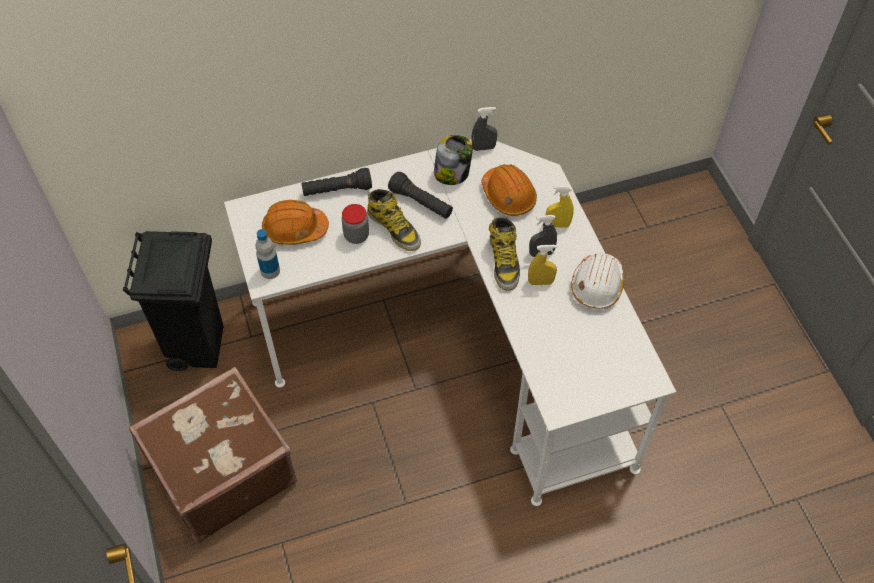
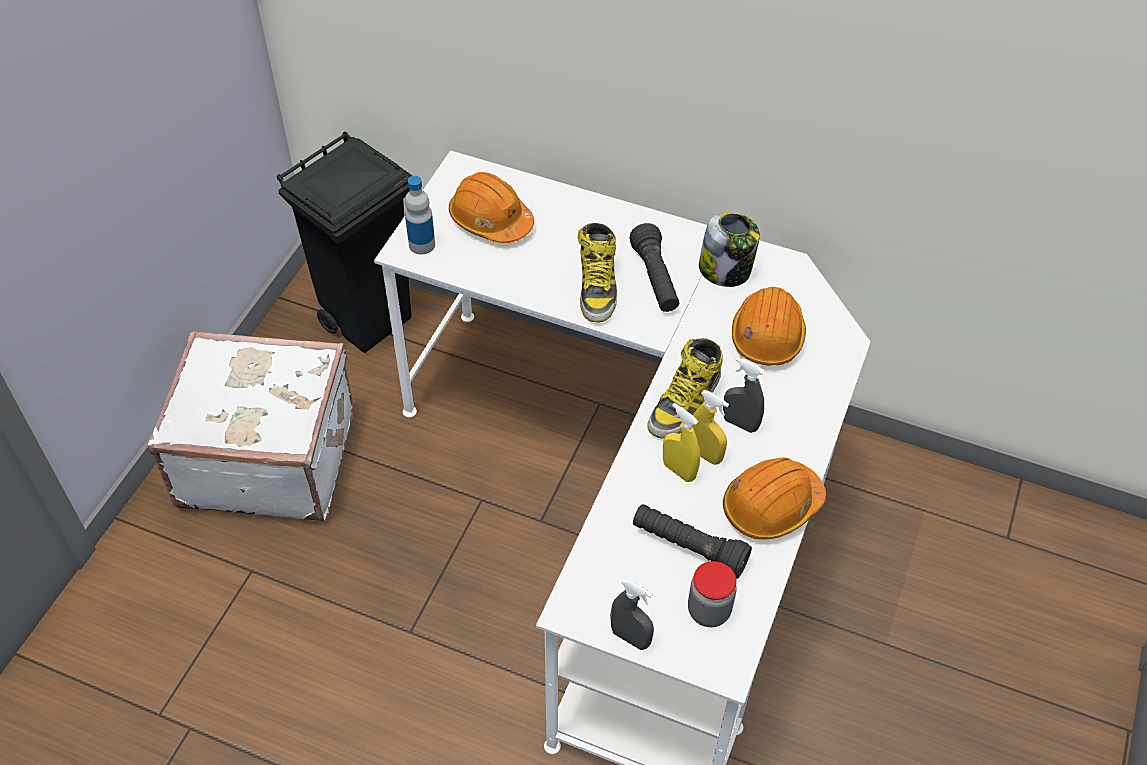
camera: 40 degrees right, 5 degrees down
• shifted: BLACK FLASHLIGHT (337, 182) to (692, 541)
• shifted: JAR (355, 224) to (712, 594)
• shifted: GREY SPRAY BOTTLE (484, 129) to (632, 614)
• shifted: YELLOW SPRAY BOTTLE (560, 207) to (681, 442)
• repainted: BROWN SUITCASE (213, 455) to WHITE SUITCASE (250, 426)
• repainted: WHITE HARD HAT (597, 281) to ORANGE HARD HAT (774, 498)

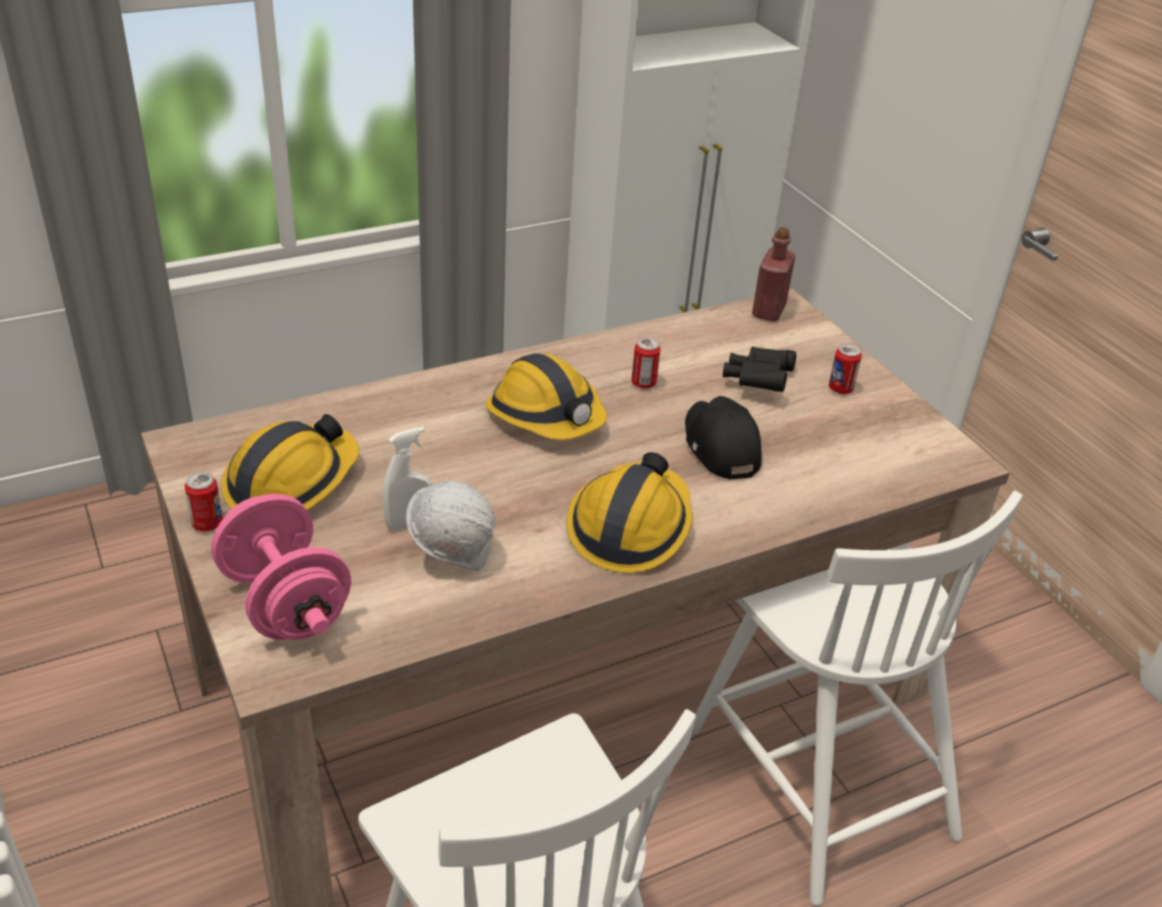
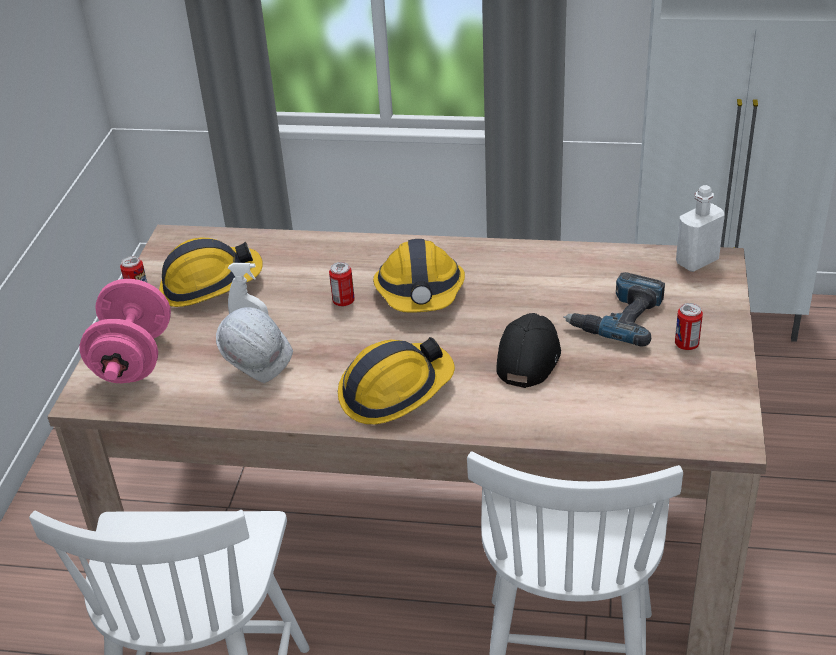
camera: 40 degrees right, 0 degrees up
• shifted: CAN (646, 362) to (342, 284)
• swapped: BLACK BINOCULARS (759, 369) to POWER DRILL (614, 309)
• repainted: RED BOTTLE (774, 274) to WHITE BOTTLE (700, 228)

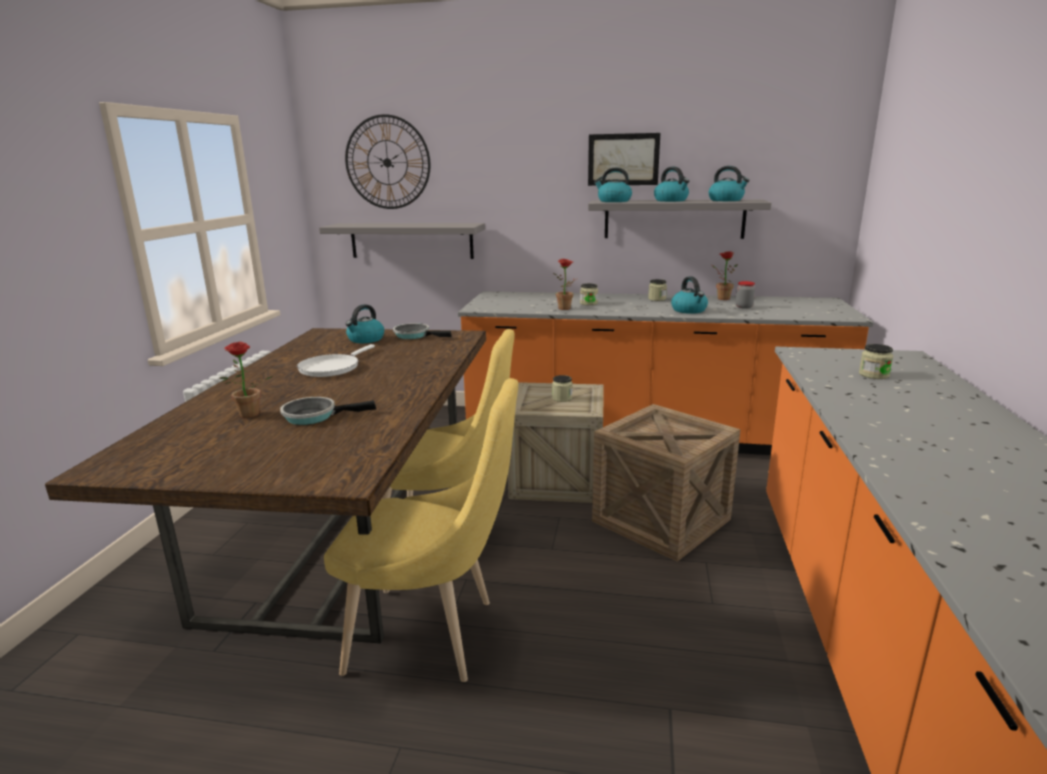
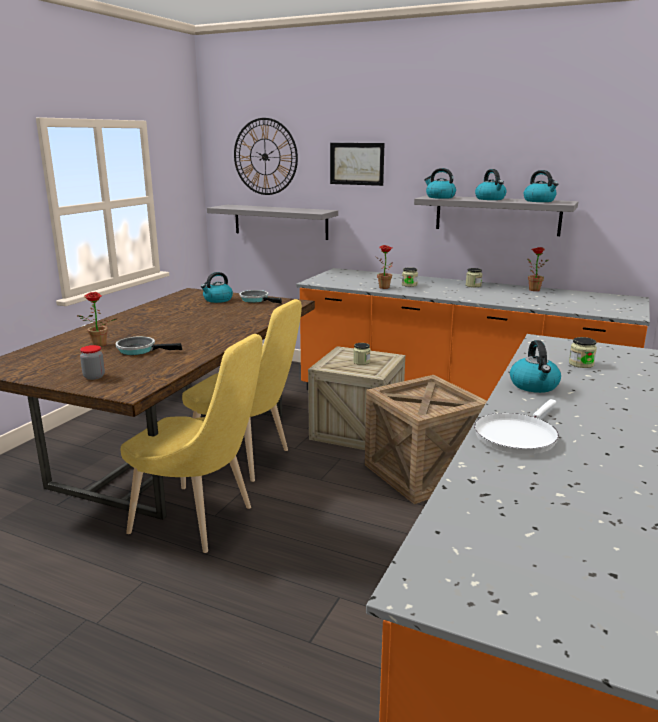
camera: 15 degrees right, 0 degrees up
• shifted: WHITE FRYING PAN (336, 360) to (516, 426)
• shifted: PICTURE (624, 159) to (357, 164)
• shifted: KETTLE (689, 295) to (535, 366)
• shifted: JAR (745, 295) to (92, 362)

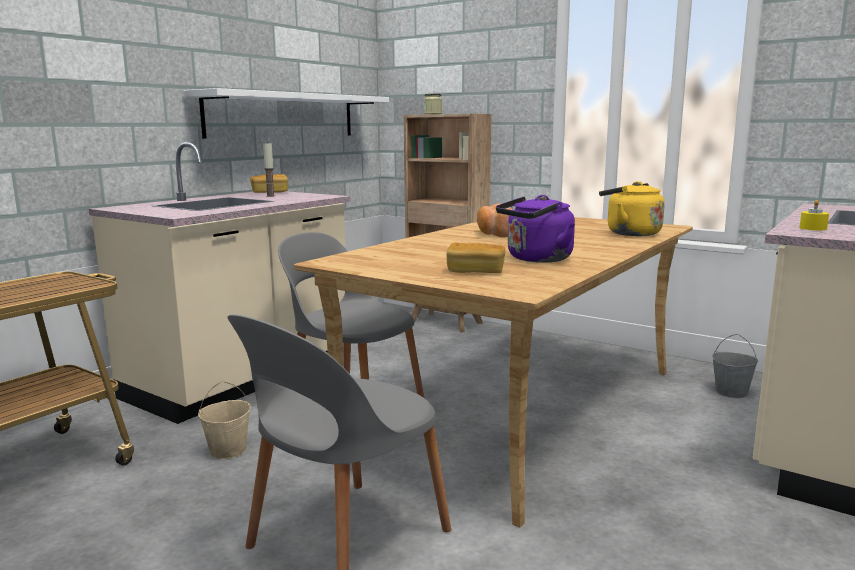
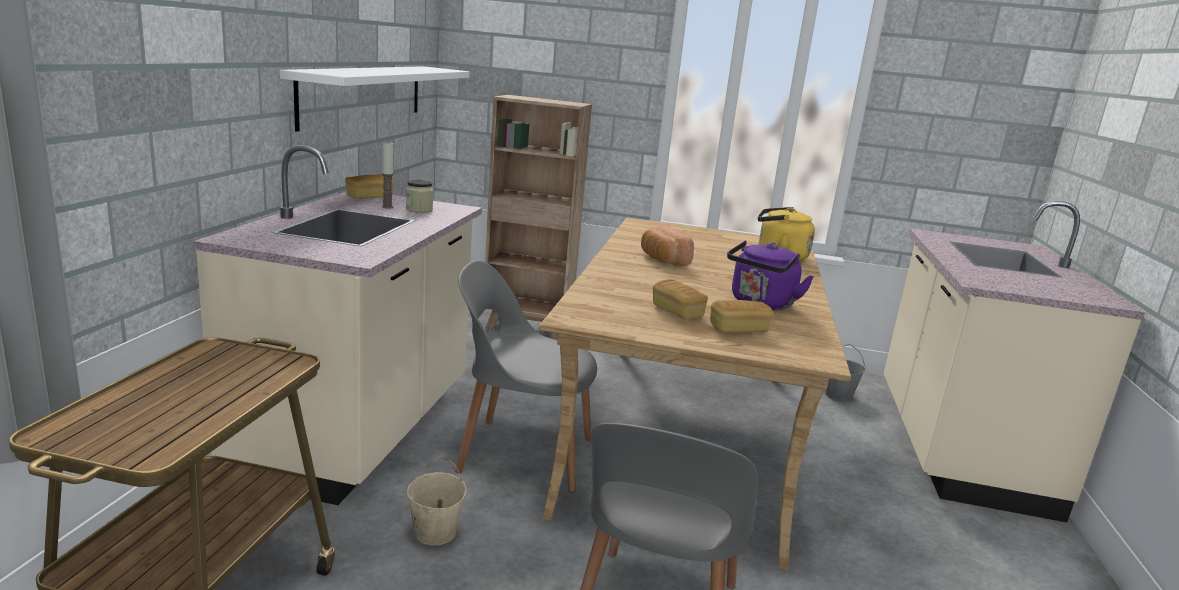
camera: 25 degrees left, 5 degrees up
• gone: YELLOW CANDLE (814, 215)
• new: BREAD (680, 299)
• shifted: JAR (433, 104) to (419, 196)

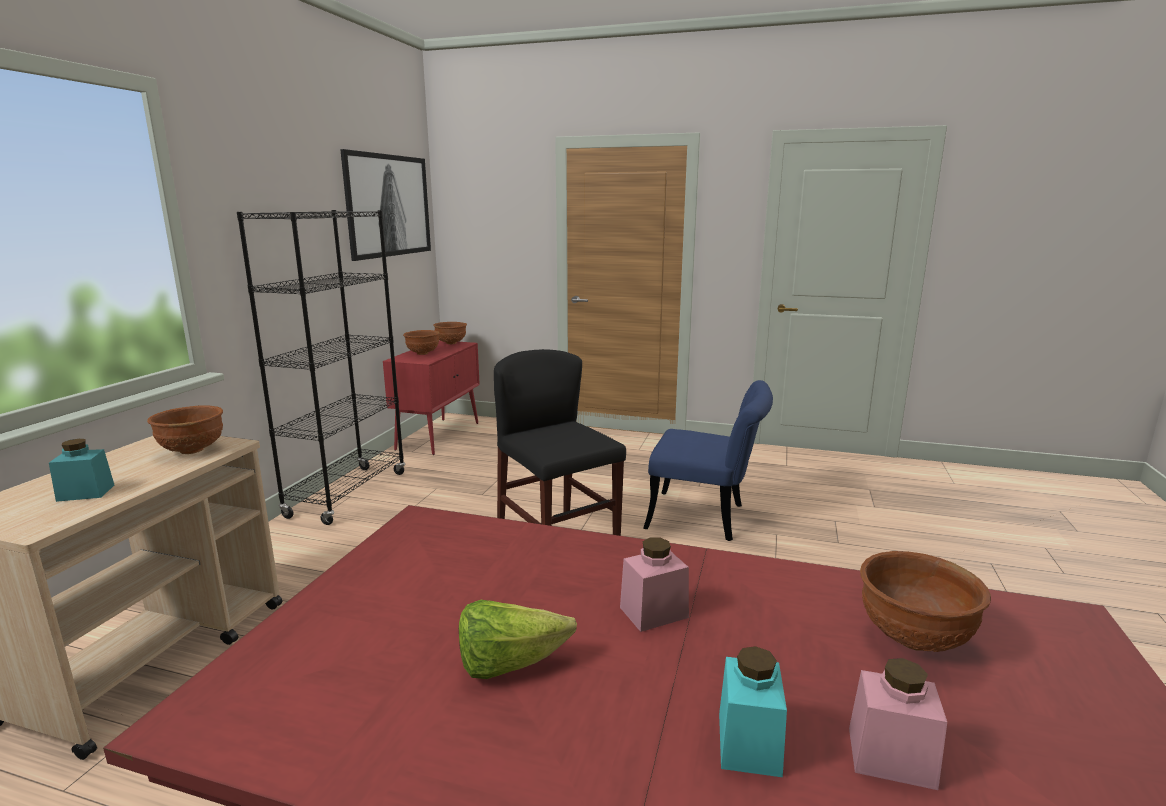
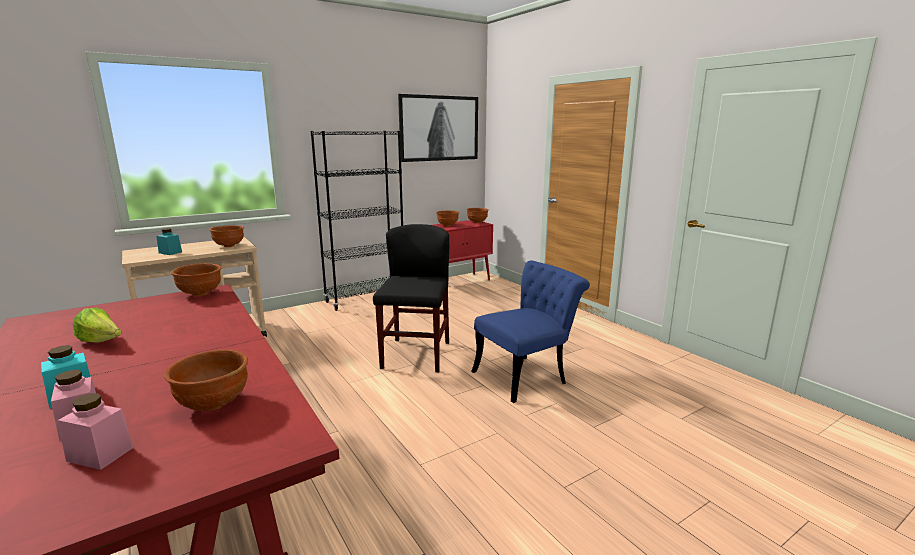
camera: 40 degrees right, 0 degrees up
• new: BROWN BOWL (196, 279)
• shifted: PINK JAR (654, 584) to (96, 431)
• rotated: BLUE CHAIR (708, 460) = (530, 332) 90 degrees counterclockwise

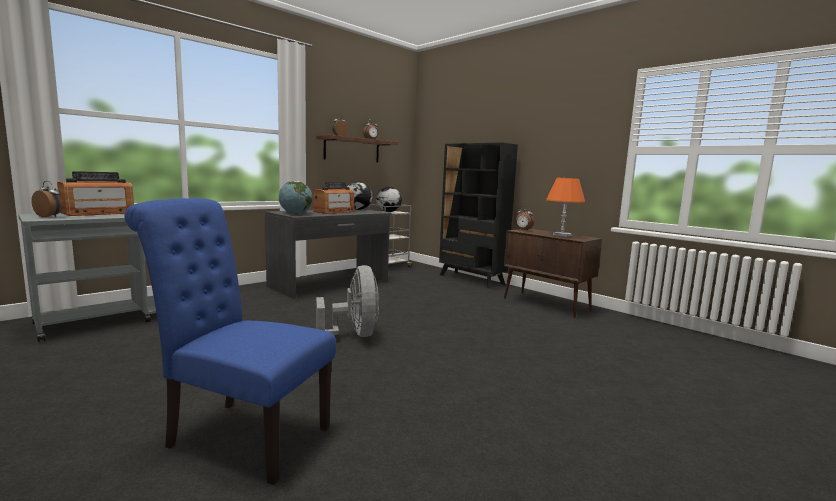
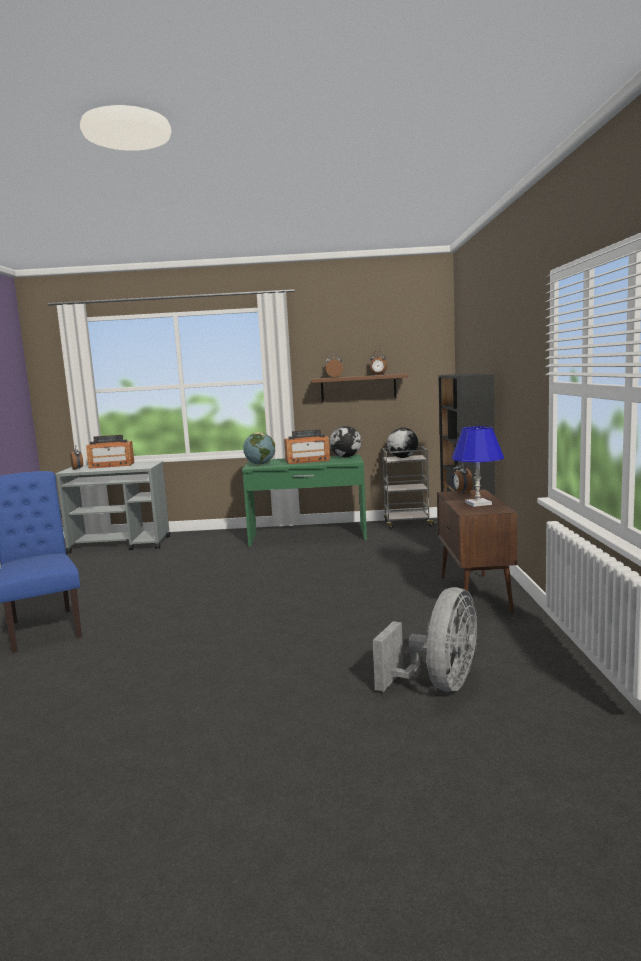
camera: 45 degrees right, 0 degrees up
• shifted: GREY FAN (347, 301) to (425, 639)
• repainted: GREY DESK (328, 254) to GREEN DESK (304, 500)
• repainted: ORANGE TABLE LAMP (565, 207) to BLUE TABLE LAMP (478, 466)

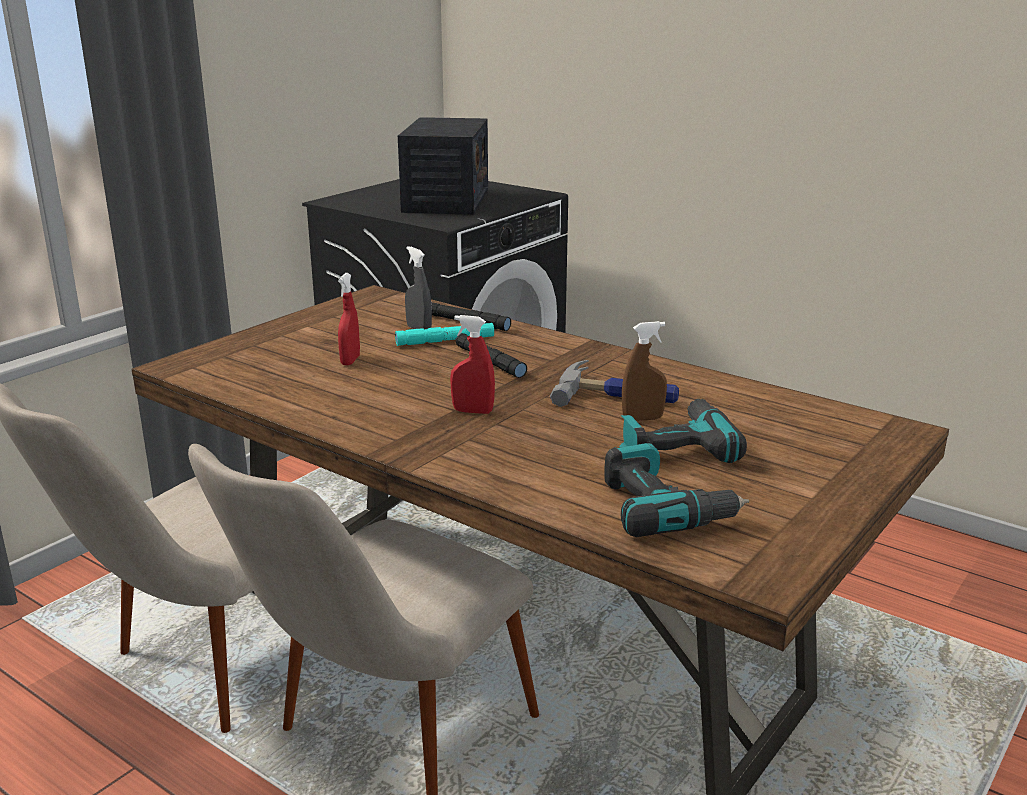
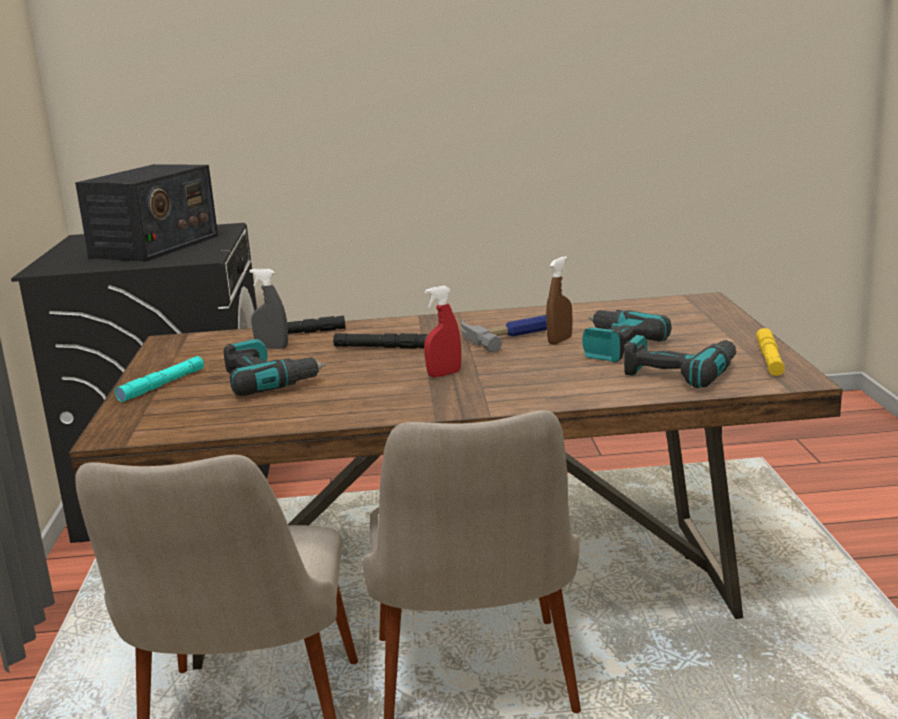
camera: 40 degrees left, 5 degrees down
• new: YELLOW FLASHLIGHT (770, 352)
• shifted: TURQUOISE FLASHLIGHT (444, 334) to (159, 379)
• swapped: RED SPRAY BOTTLE (349, 319) to POWER DRILL (275, 367)
• rotated: RADIO (443, 166) = (146, 213) 60 degrees clockwise

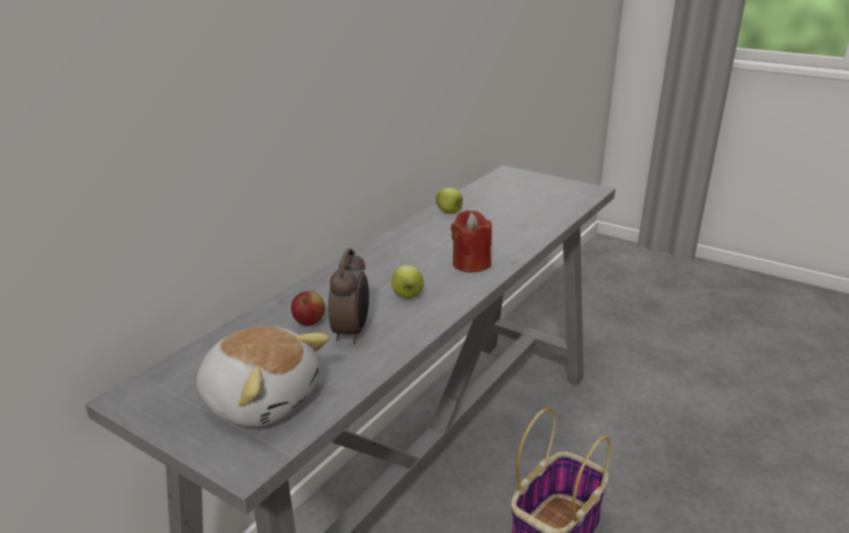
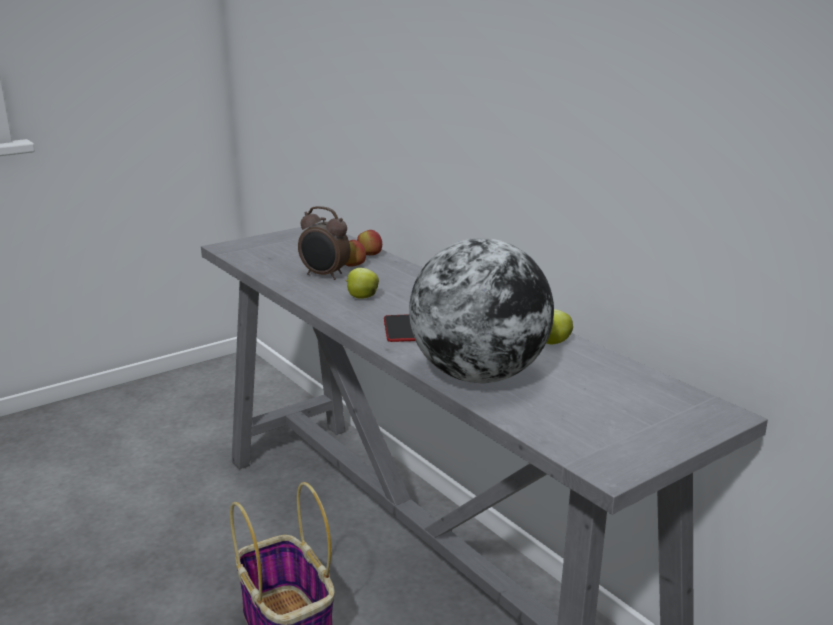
camera: 110 degrees right, 5 degrees down
• gone: PLUSH TOY (263, 376)
• new: APPLE (369, 242)
• new: GLOBE (481, 310)
• swapped: RED CANDLE (471, 241) to PHONE (400, 328)

